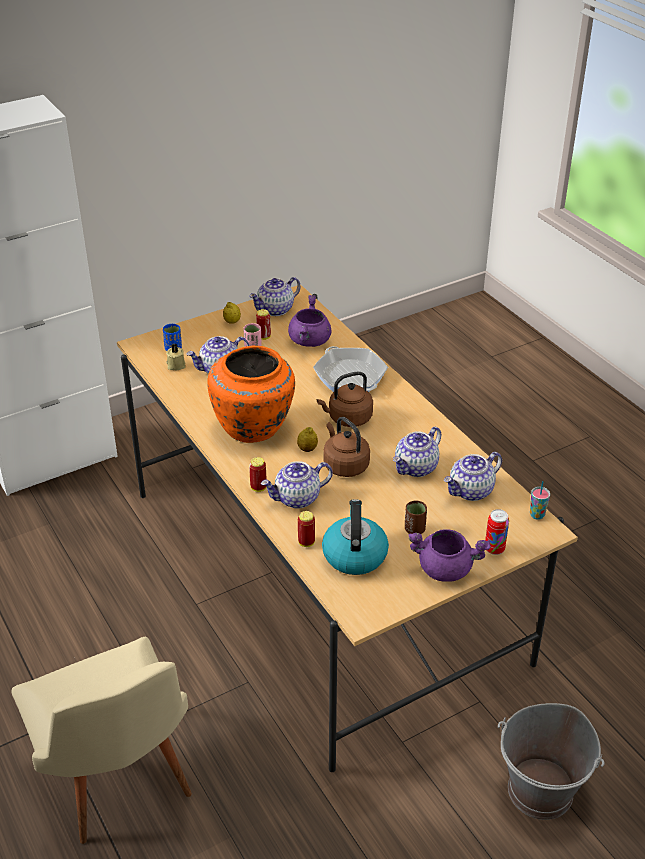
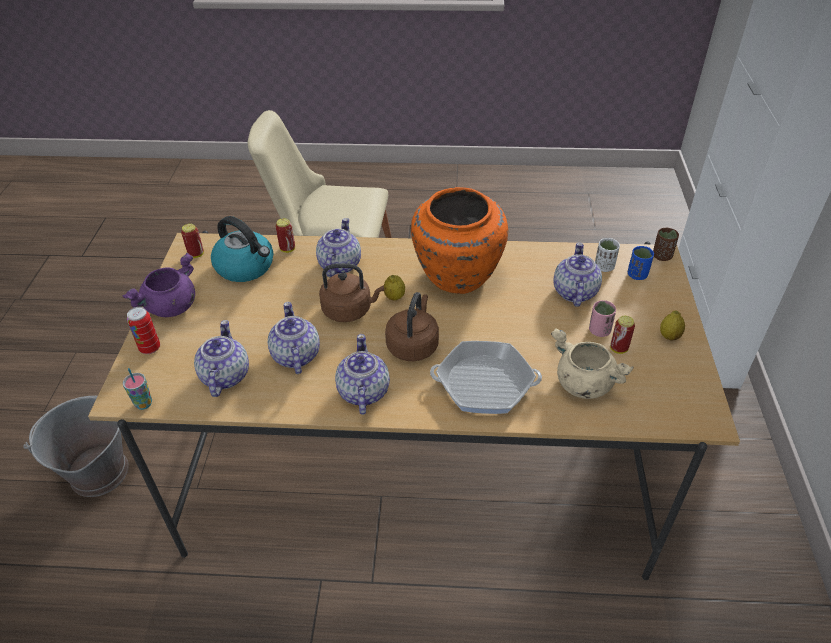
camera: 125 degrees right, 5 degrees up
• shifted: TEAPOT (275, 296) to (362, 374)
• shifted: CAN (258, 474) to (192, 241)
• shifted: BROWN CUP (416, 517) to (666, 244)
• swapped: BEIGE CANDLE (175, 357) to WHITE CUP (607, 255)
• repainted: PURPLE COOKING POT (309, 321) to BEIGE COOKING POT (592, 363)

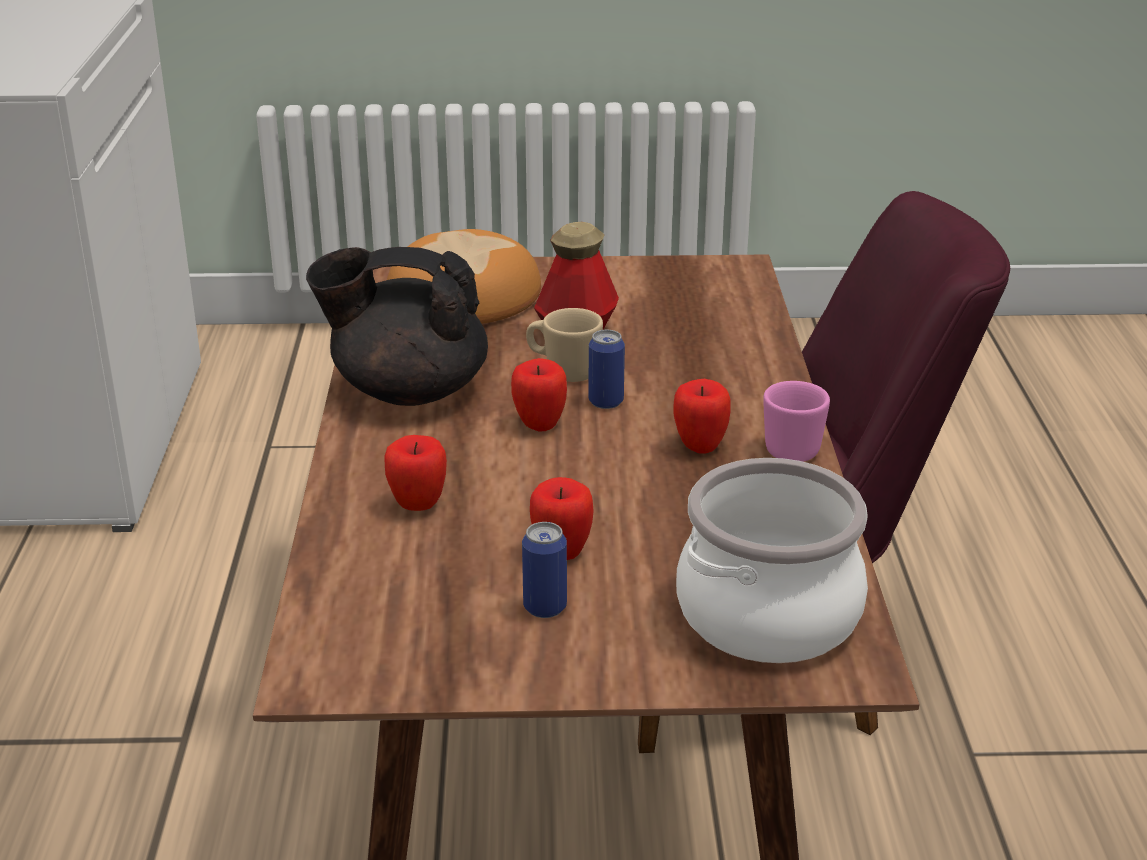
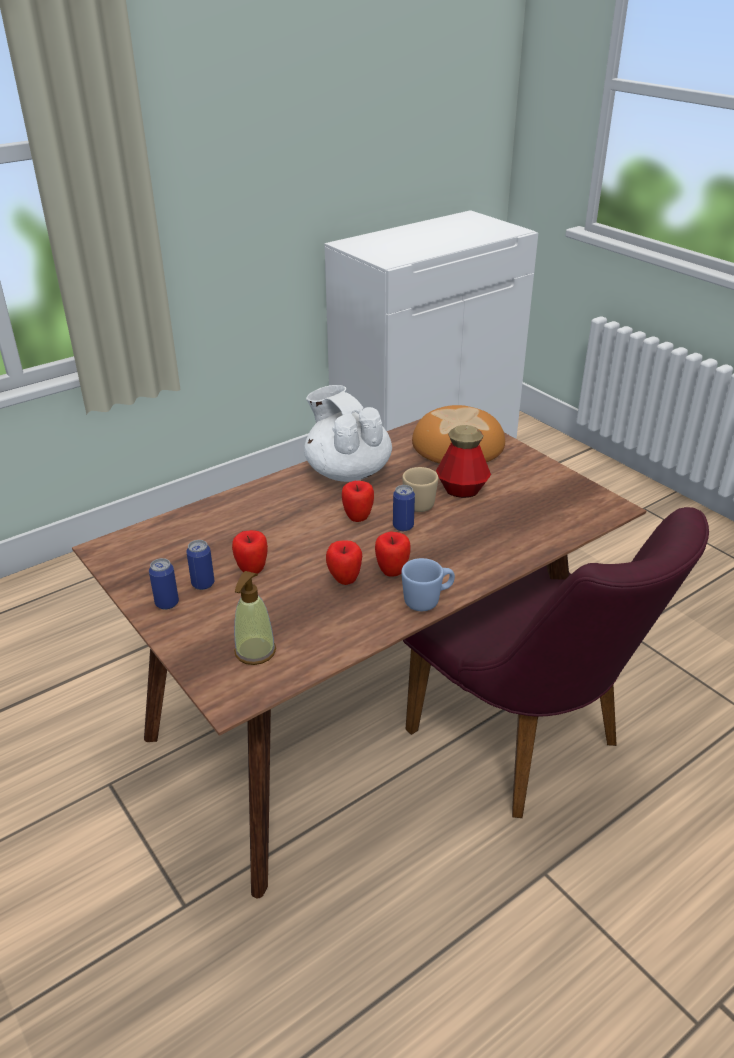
camera: 55 degrees right, 5 degrees up
• new: CAN (164, 584)
• shifted: APPLE (415, 473) to (344, 562)
• swapped: COOKING POT (772, 560) to SOAP DISPENSER (255, 618)
• repainted: BLACK TEAPOT (397, 326) to WHITE TEAPOT (348, 433)
• repainted: PINK MUG (796, 421) to BLUE MUG (428, 584)

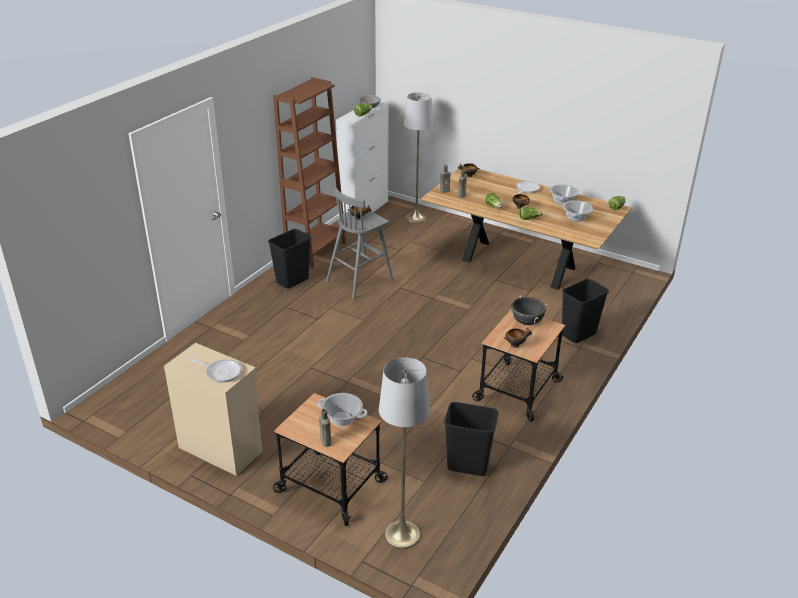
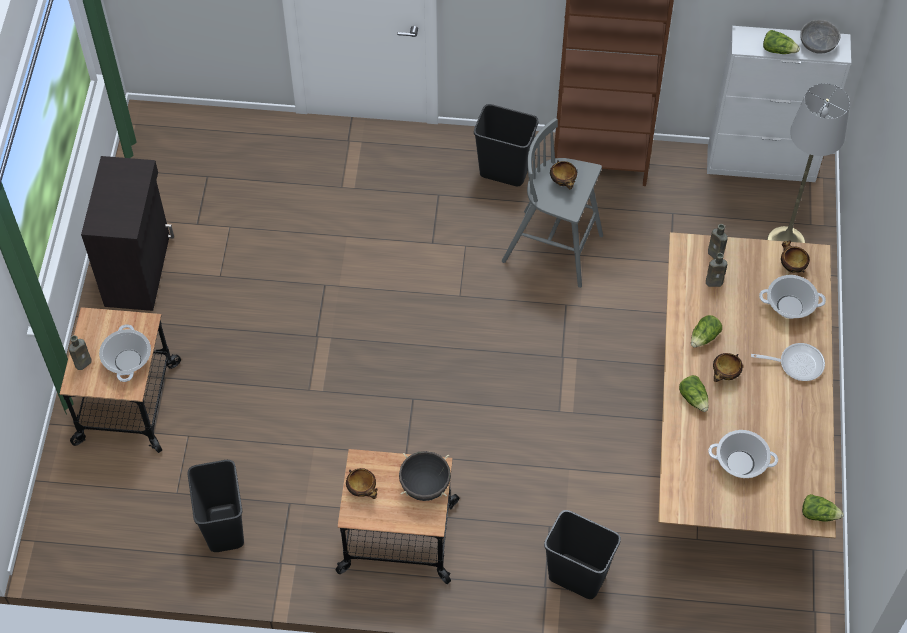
camera: 65 degrees right, 25 degrees up
• gone: FRYING PAN (214, 370)
• gone: GREY FLOOR LAMP (404, 453)
• shifted: COOKING POT (564, 194) to (792, 297)
• repainted: BEIGE CABINET (213, 409) to BLACK CABINET (127, 233)

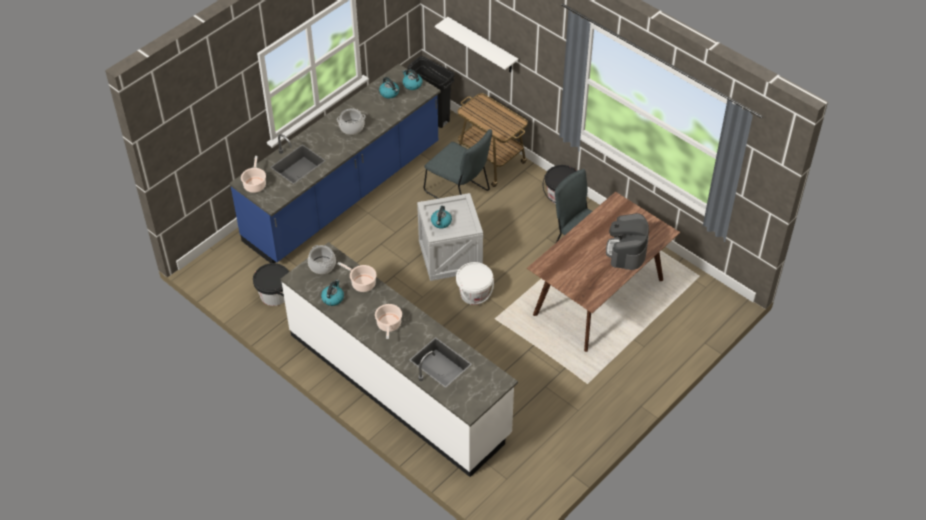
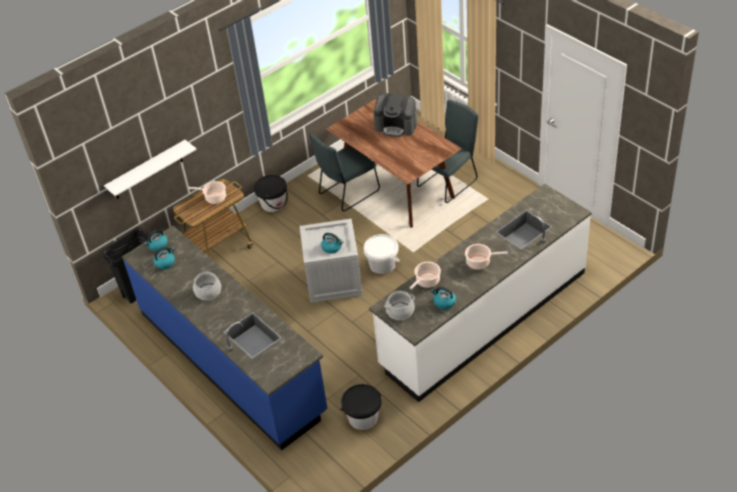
camera: 80 degrees left, 5 degrees down
• shifted: COOKING POT (253, 174) to (207, 192)
• shifted: GREY CHAIR (458, 164) to (447, 151)

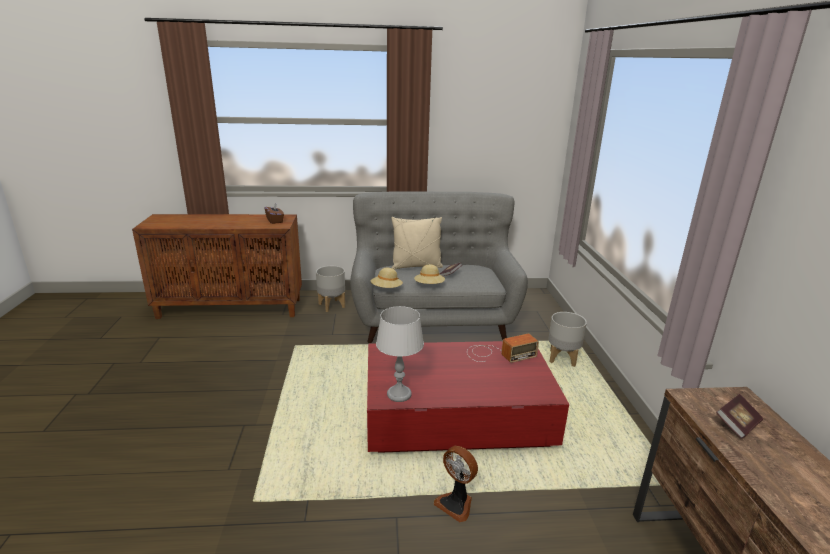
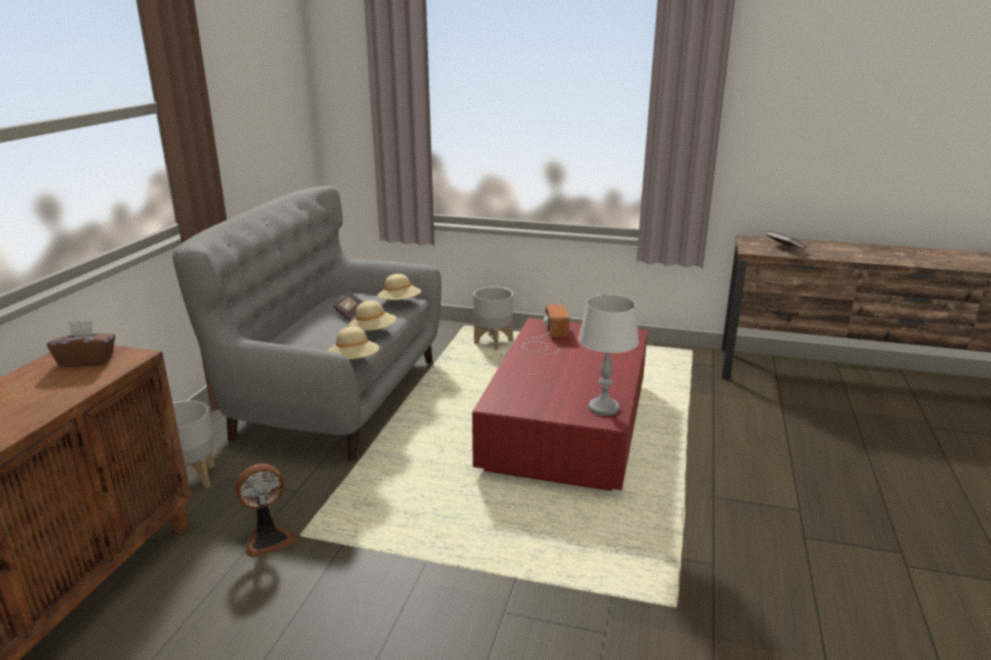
camera: 70 degrees left, 0 degrees up
• gone: BEIGE PILLOW (417, 243)
• new: BEIGE HAT (399, 287)
• shifted: FAN (455, 484) to (265, 511)

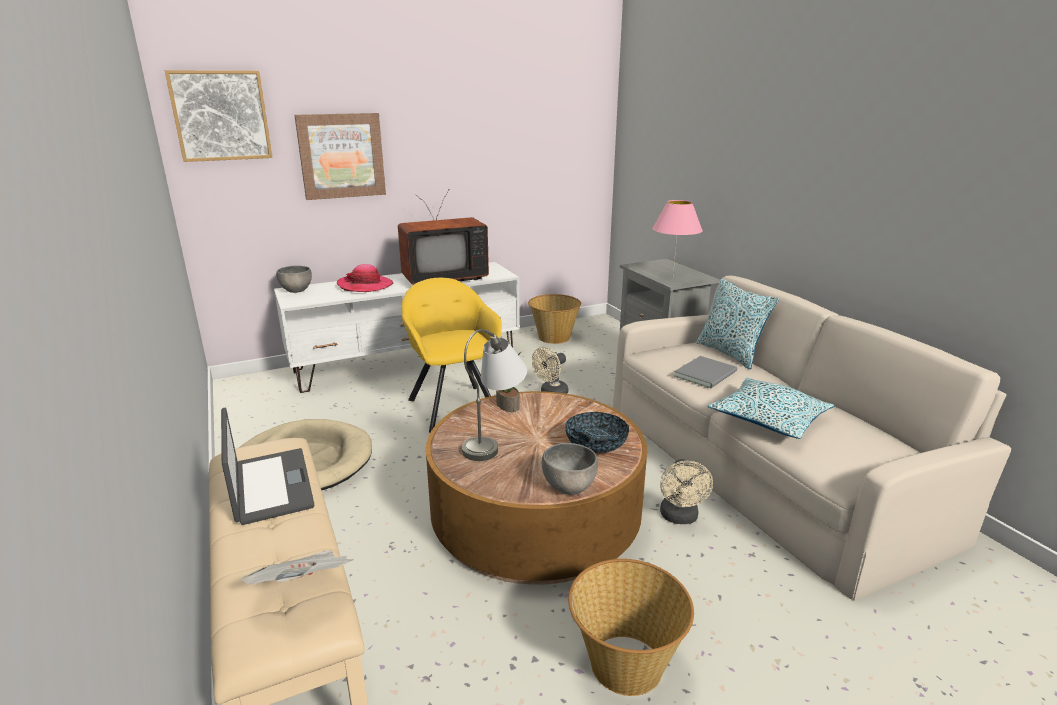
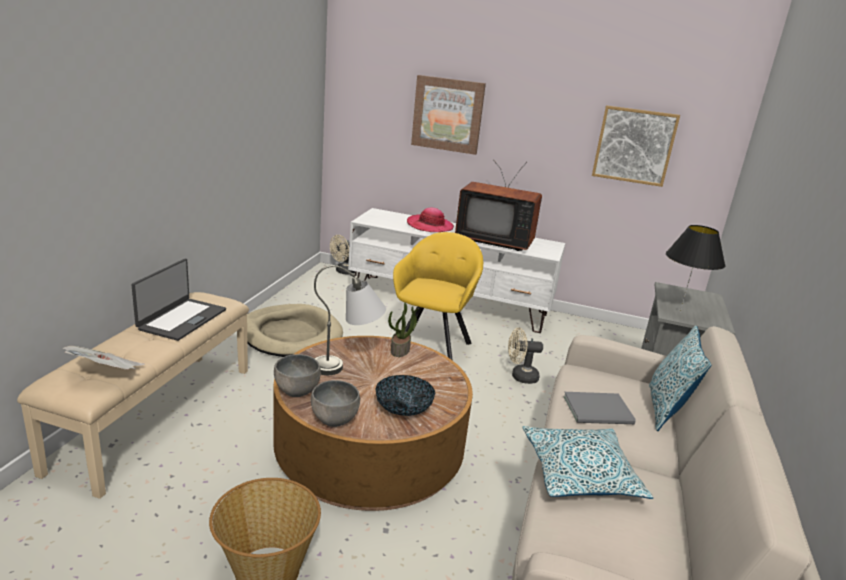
camera: 40 degrees right, 0 degrees up
• gone: BASKET (554, 319)
• shifted: PICTURE (219, 116) to (636, 146)
• shifted: GREY BOWL (294, 279) to (297, 375)
• shifted: BEIGE FAN (686, 491) to (342, 255)
• repainted: PINK TABLE LAMP (677, 239) to BLACK TABLE LAMP (695, 268)

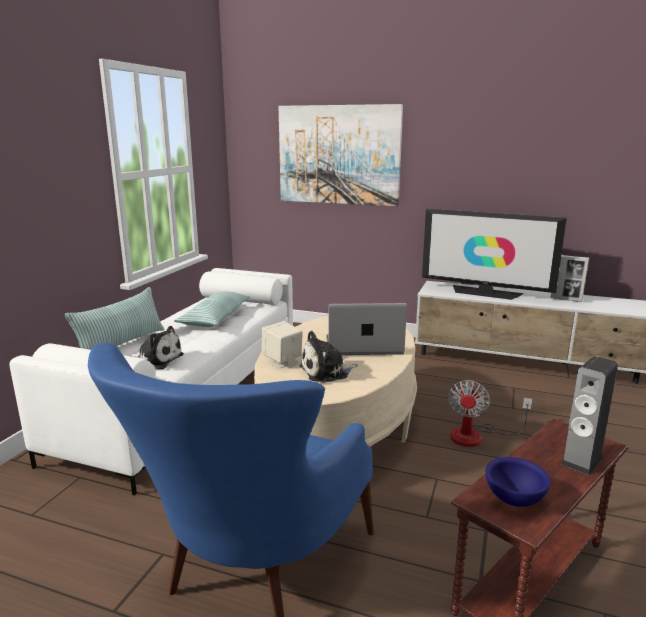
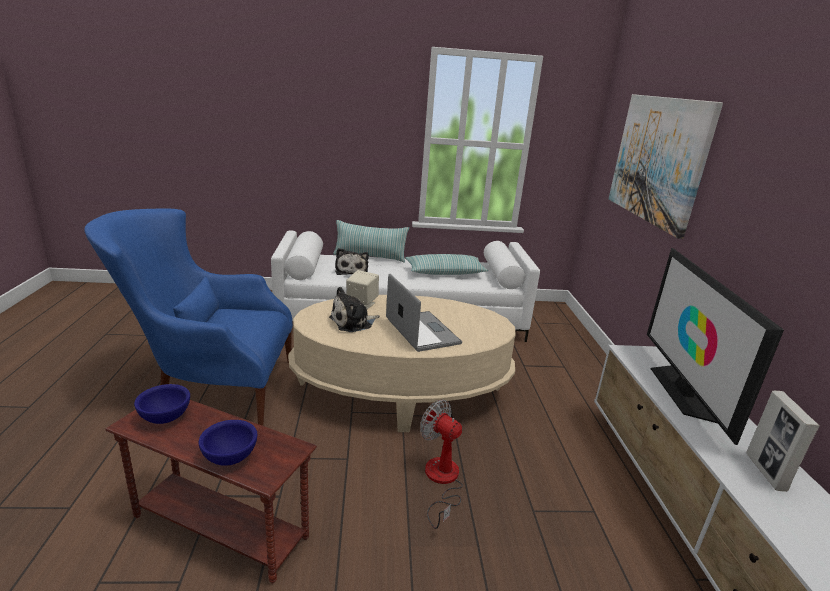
camera: 65 degrees right, 5 degrees up
• swapped: SPEAKER (589, 416) to BLUE BOWL (228, 443)
• rotated: PLUSH TOY (329, 357) = (354, 309) 75 degrees counterclockwise
• rotated: FAN (490, 413) = (441, 464) 45 degrees clockwise

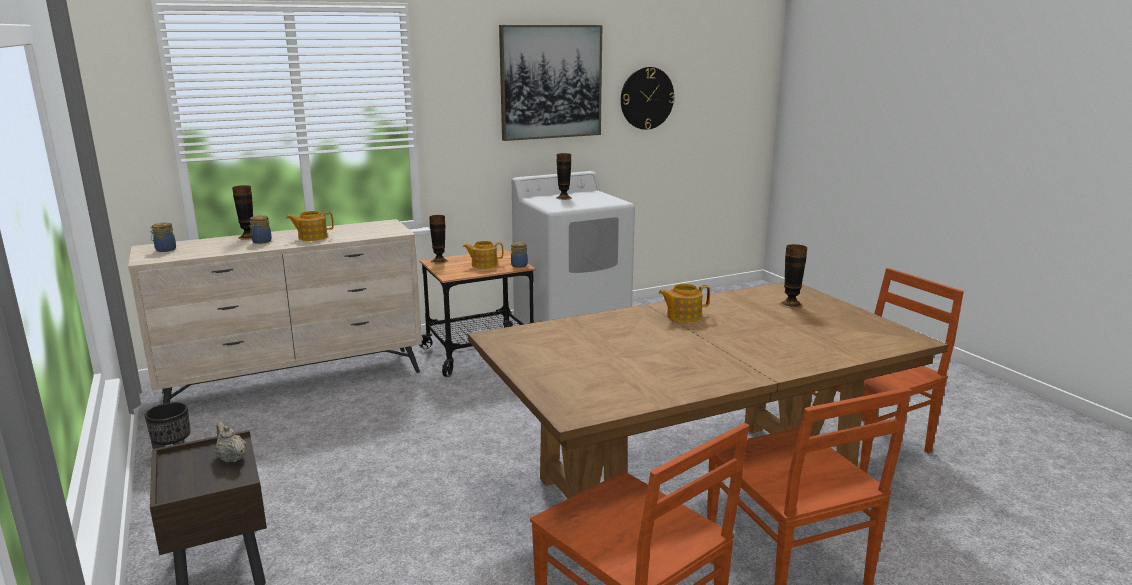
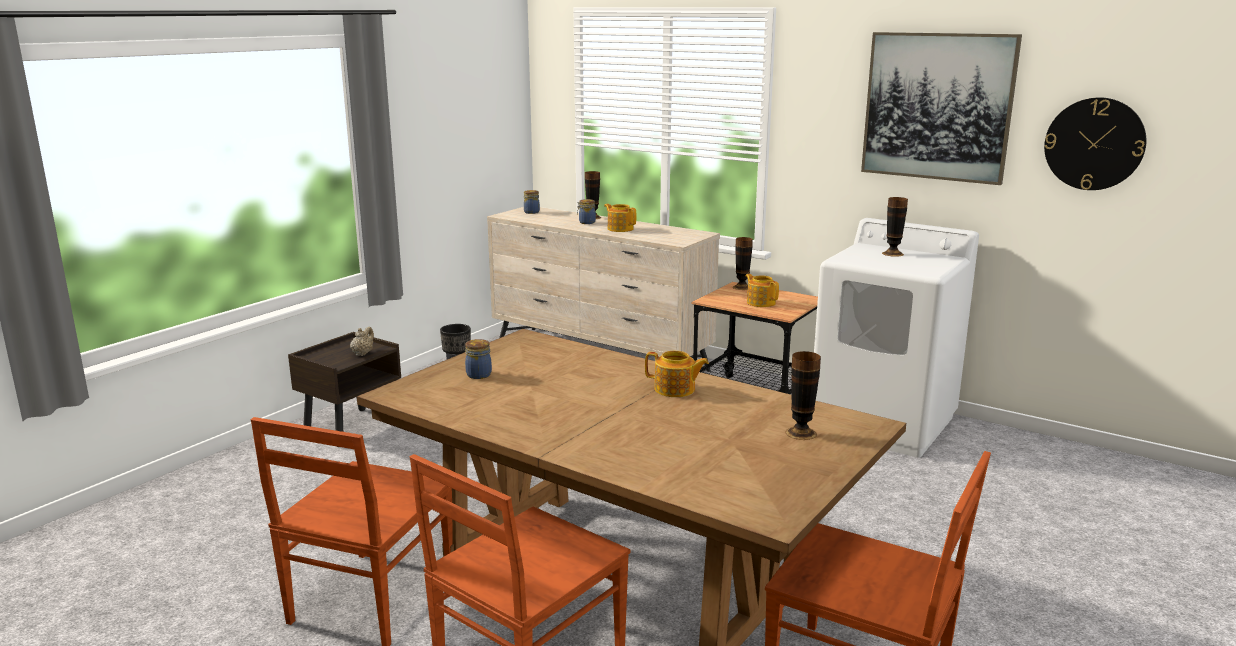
camera: 60 degrees right, 0 degrees up
• shifted: JAR (519, 255) to (478, 359)
• rotated: TEAPOT (684, 303) = (677, 374) 150 degrees clockwise

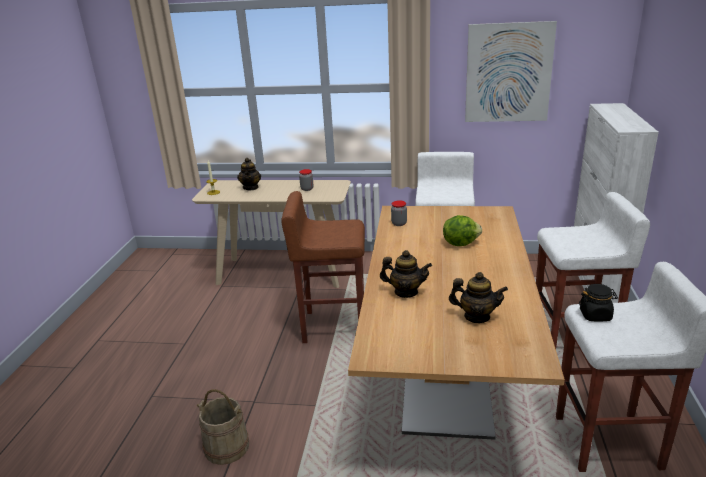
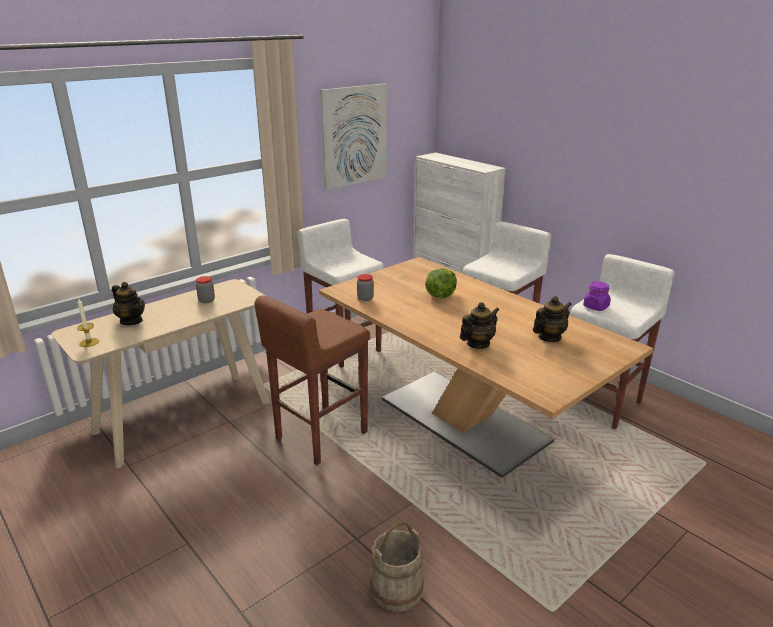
camera: 50 degrees left, 0 degrees up
• repainted: BLACK JAR (598, 303) to PURPLE JAR (597, 296)

